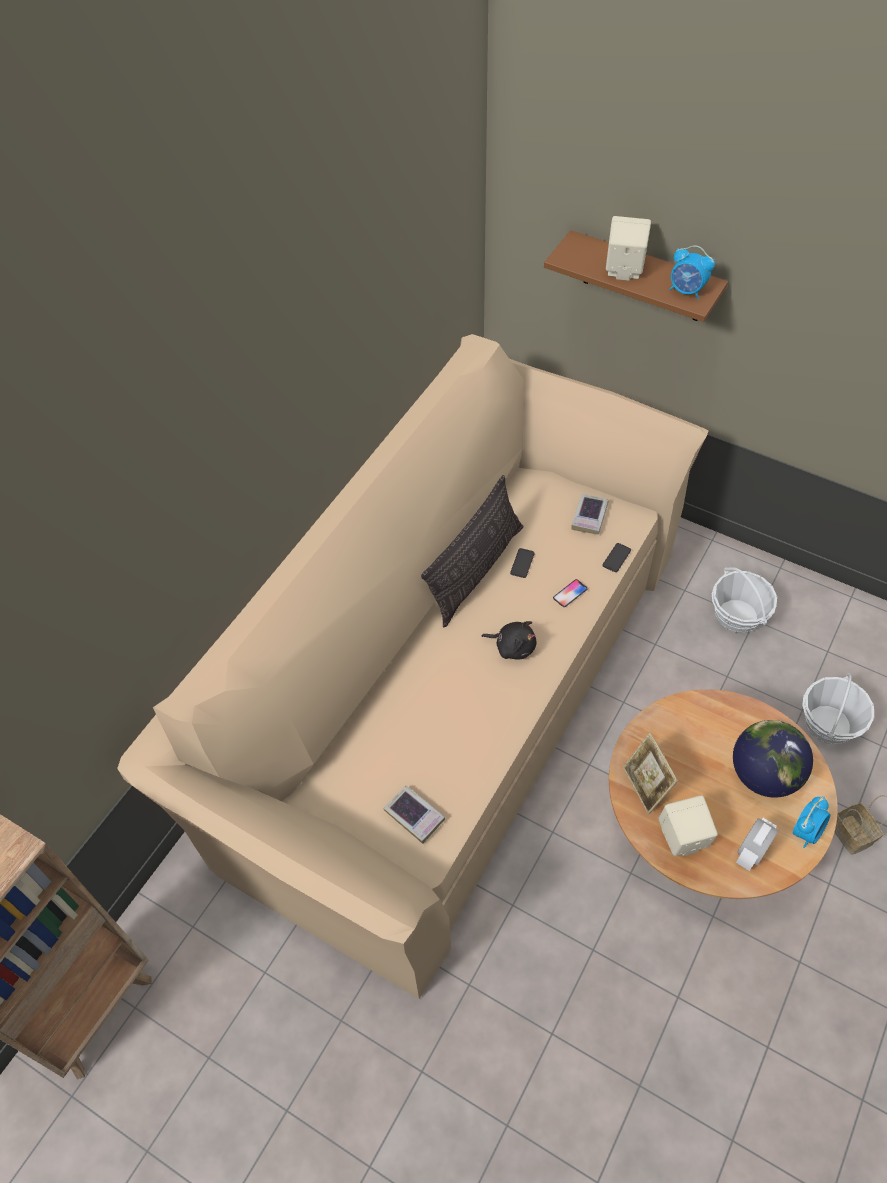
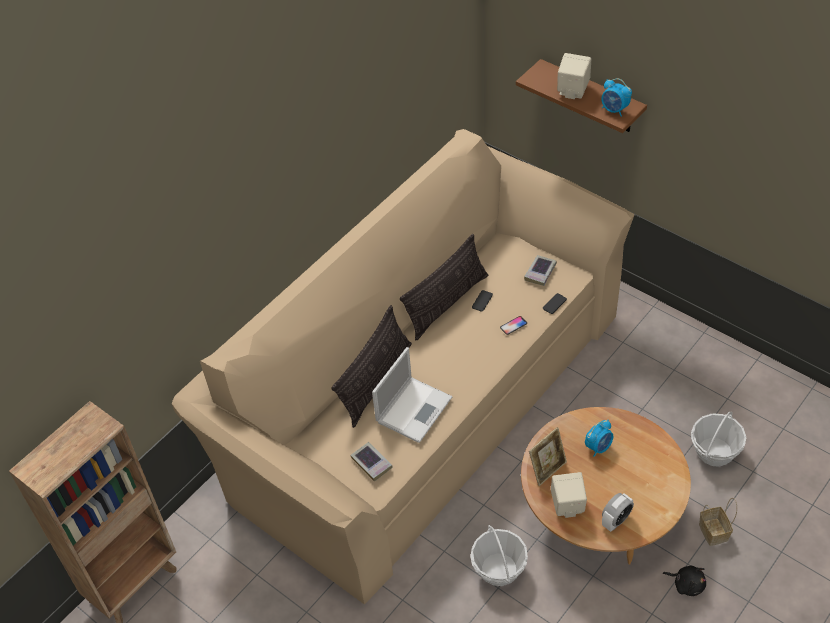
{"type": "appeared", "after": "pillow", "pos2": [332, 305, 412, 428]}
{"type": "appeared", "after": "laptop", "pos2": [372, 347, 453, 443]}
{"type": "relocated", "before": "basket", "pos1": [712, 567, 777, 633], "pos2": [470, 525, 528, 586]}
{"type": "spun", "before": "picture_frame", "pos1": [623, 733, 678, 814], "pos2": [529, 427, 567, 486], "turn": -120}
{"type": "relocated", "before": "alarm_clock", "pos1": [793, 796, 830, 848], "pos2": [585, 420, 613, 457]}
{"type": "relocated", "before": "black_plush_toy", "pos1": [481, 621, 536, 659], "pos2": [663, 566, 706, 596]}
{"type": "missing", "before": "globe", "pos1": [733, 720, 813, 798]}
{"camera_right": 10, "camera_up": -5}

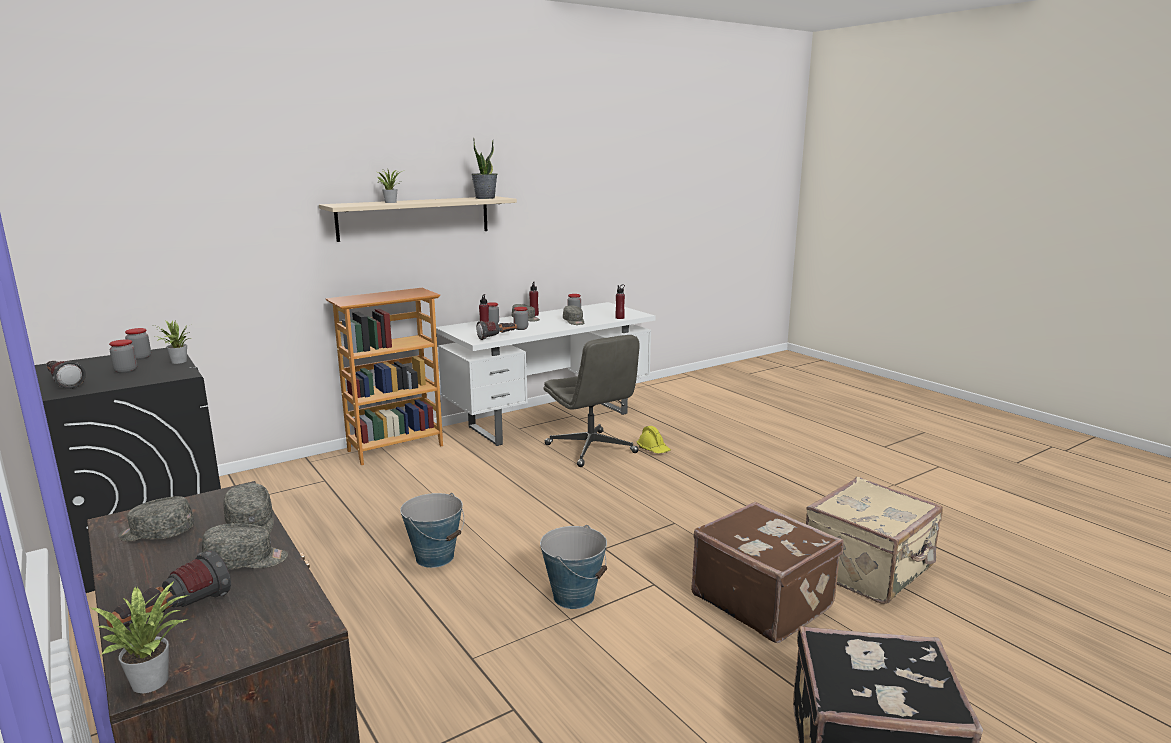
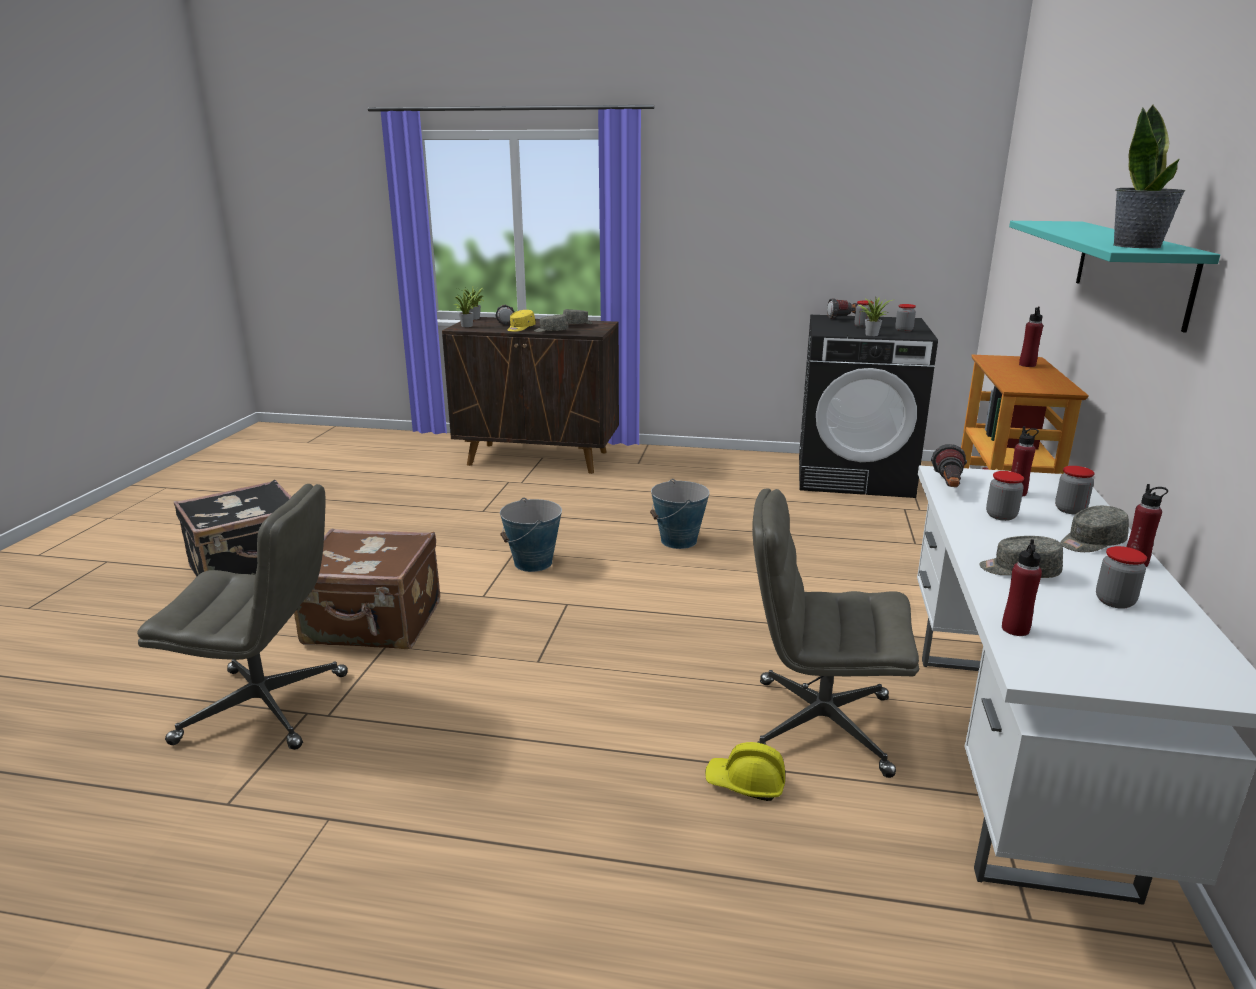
{"type": "exchanged", "before": "beige_suitcase", "after": "grey_office_chair", "pos1": [806, 477, 943, 604], "pos2": [137, 484, 348, 750]}
{"type": "relocated", "before": "potted_plant", "pos1": [375, 168, 402, 203], "pos2": [454, 291, 482, 327]}
{"type": "colour", "before": "grey_cap", "after": "yellow_cap", "pos1": [202, 523, 288, 570], "pos2": [507, 310, 536, 332]}
{"type": "colour", "before": "beige_shelf", "after": "turquoise_shelf", "pos1": [319, 196, 517, 242], "pos2": [1009, 221, 1220, 333]}
{"type": "appeared", "after": "red_bottle", "pos2": [1019, 307, 1043, 367]}
{"camera_right": 135, "camera_up": 5}

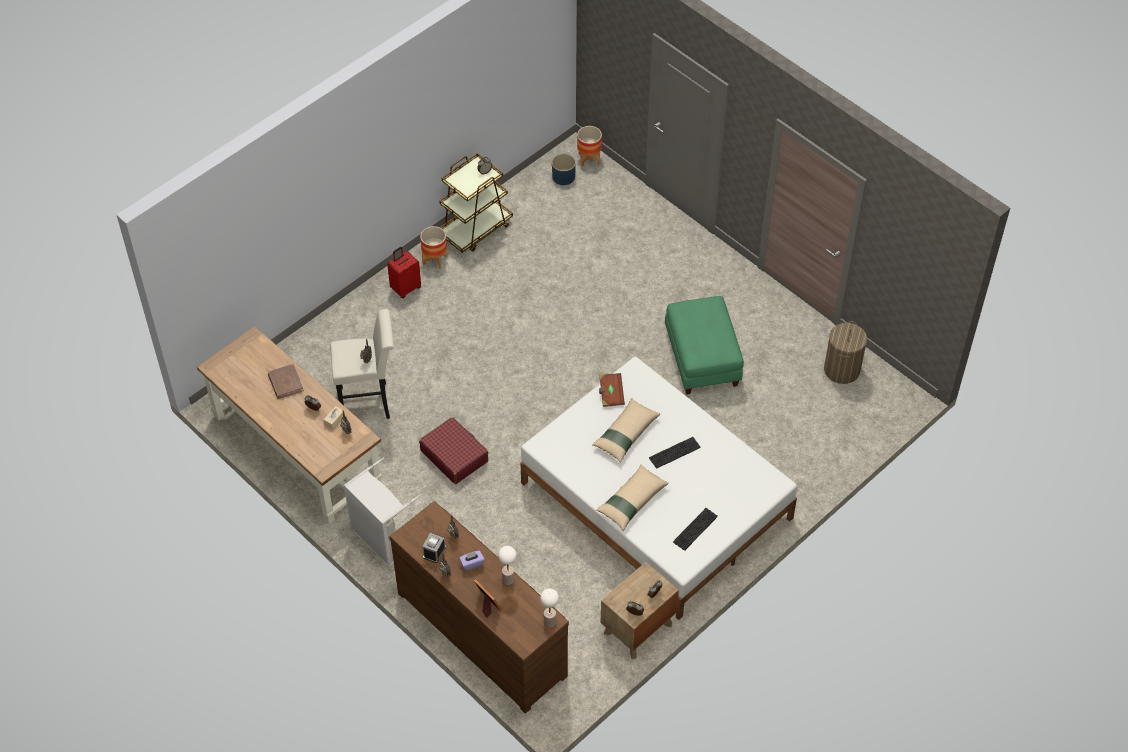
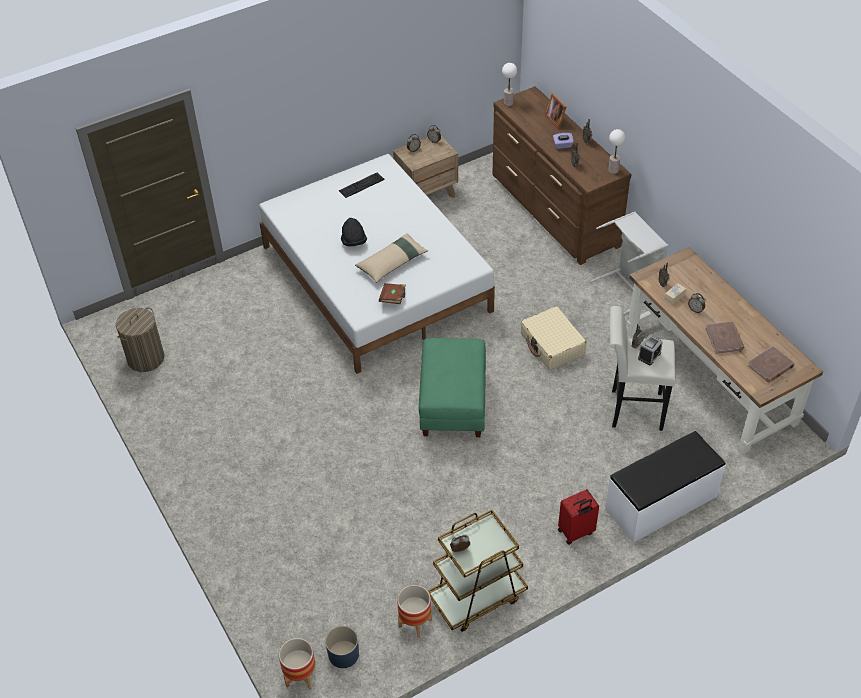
{"type": "exchanged", "before": "keyboard", "after": "black_hat", "pos1": [649, 437, 701, 469], "pos2": [341, 218, 367, 246]}
{"type": "relocated", "before": "planter", "pos1": [420, 226, 447, 269], "pos2": [397, 585, 432, 638]}
{"type": "relocated", "before": "green_ottoman", "pos1": [665, 296, 744, 394], "pos2": [419, 338, 486, 437]}
{"type": "colour", "before": "red_suitcase", "after": "beige_suitcase", "pos1": [419, 417, 488, 484], "pos2": [521, 306, 587, 370]}
{"type": "appeared", "after": "white_bench", "pos2": [605, 431, 726, 543]}
{"type": "relocated", "before": "table_lamp", "pos1": [498, 546, 517, 585], "pos2": [608, 129, 626, 174]}
{"type": "relocated", "before": "alarm_clock", "pos1": [422, 533, 446, 563], "pos2": [638, 335, 663, 365]}
{"type": "appeared", "after": "brown_book", "pos2": [748, 346, 794, 383]}
{"type": "missing", "before": "beige_pillow", "pos1": [596, 464, 669, 531]}
{"camera_right": -165, "camera_up": -5}

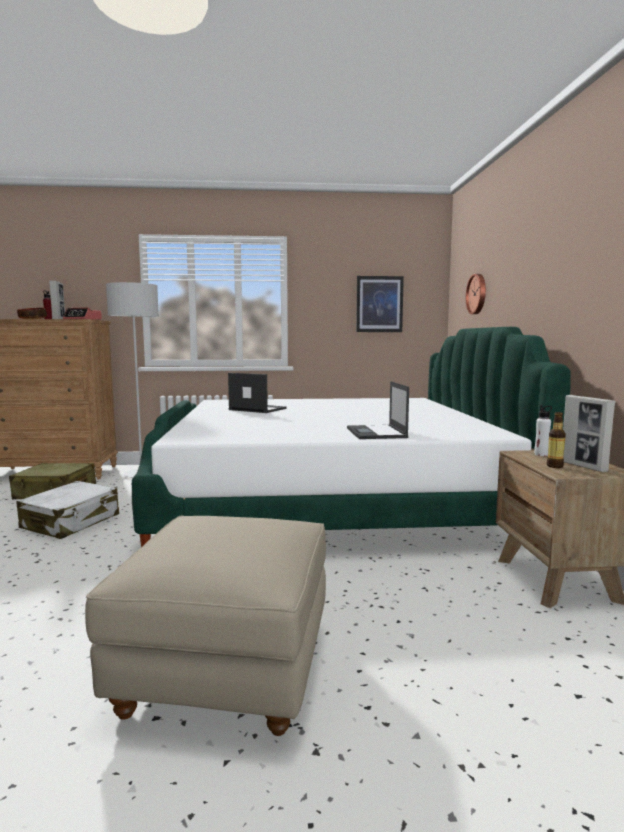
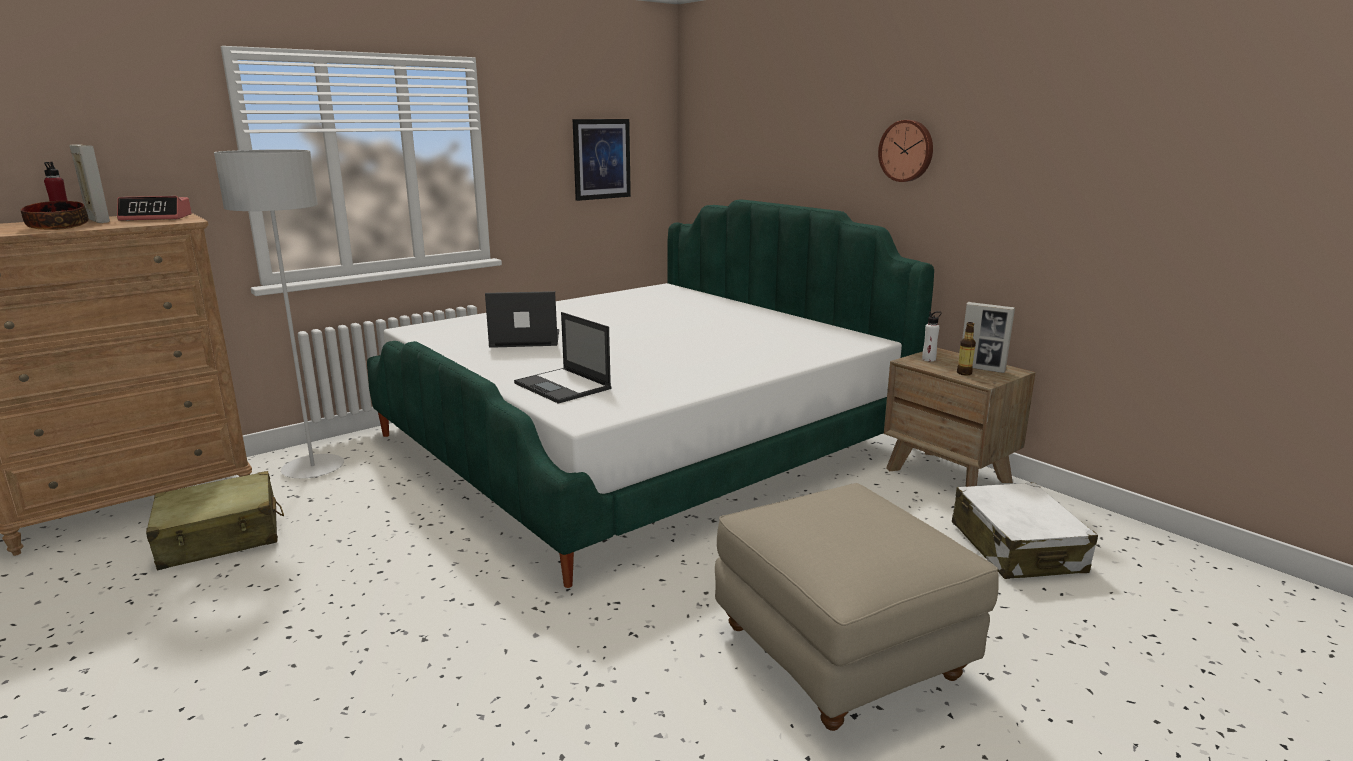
{"type": "relocated", "before": "laptop", "pos1": [347, 381, 409, 439], "pos2": [514, 312, 612, 404]}
{"type": "relocated", "before": "wall_clock", "pos1": [466, 274, 486, 314], "pos2": [878, 120, 933, 182]}
{"type": "relocated", "before": "white_suitcase", "pos1": [16, 481, 119, 539], "pos2": [952, 482, 1098, 579]}
{"camera_right": -35, "camera_up": 10}

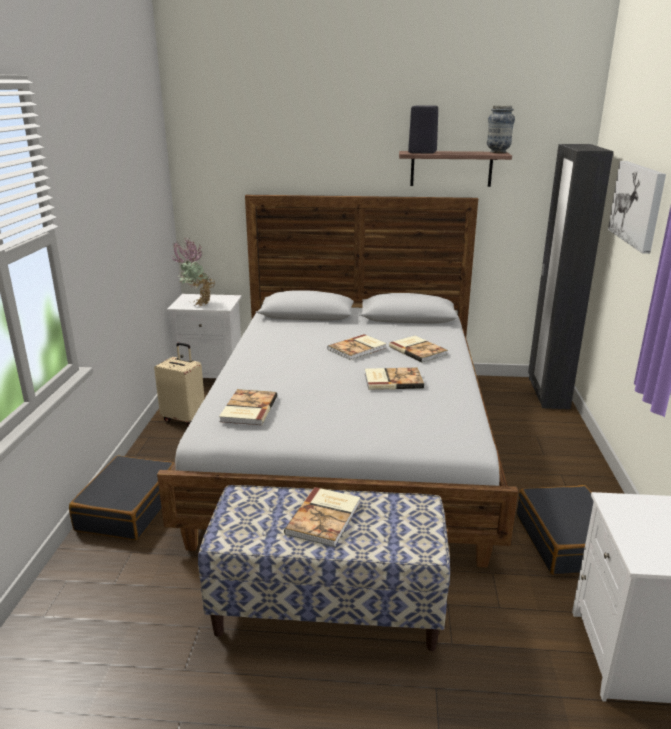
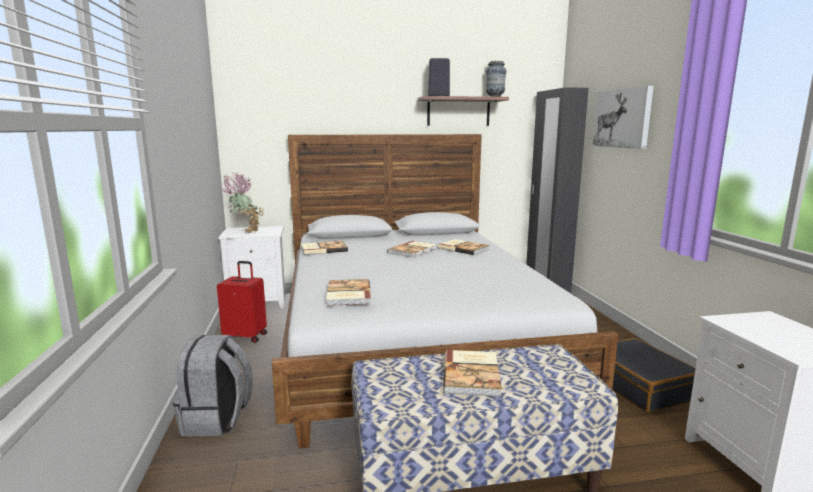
{"type": "exchanged", "before": "black_suitcase", "after": "grey_backpack", "pos1": [69, 456, 174, 540], "pos2": [173, 335, 253, 436]}
{"type": "colour", "before": "beige_suitcase", "after": "red_suitcase", "pos1": [154, 343, 205, 426], "pos2": [217, 261, 267, 343]}
{"type": "relocated", "before": "book", "pos1": [365, 367, 424, 390], "pos2": [301, 241, 348, 255]}
{"camera_right": -15, "camera_up": -10}

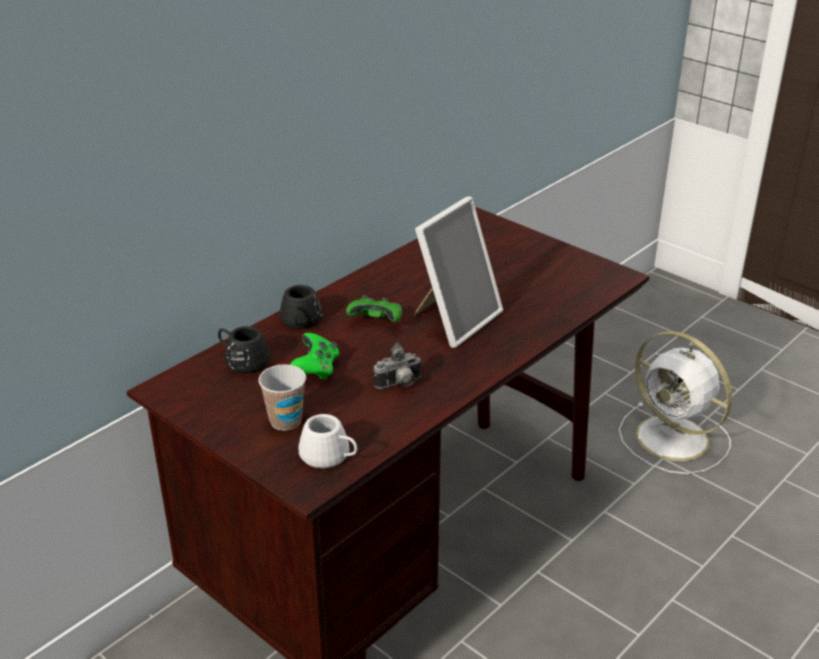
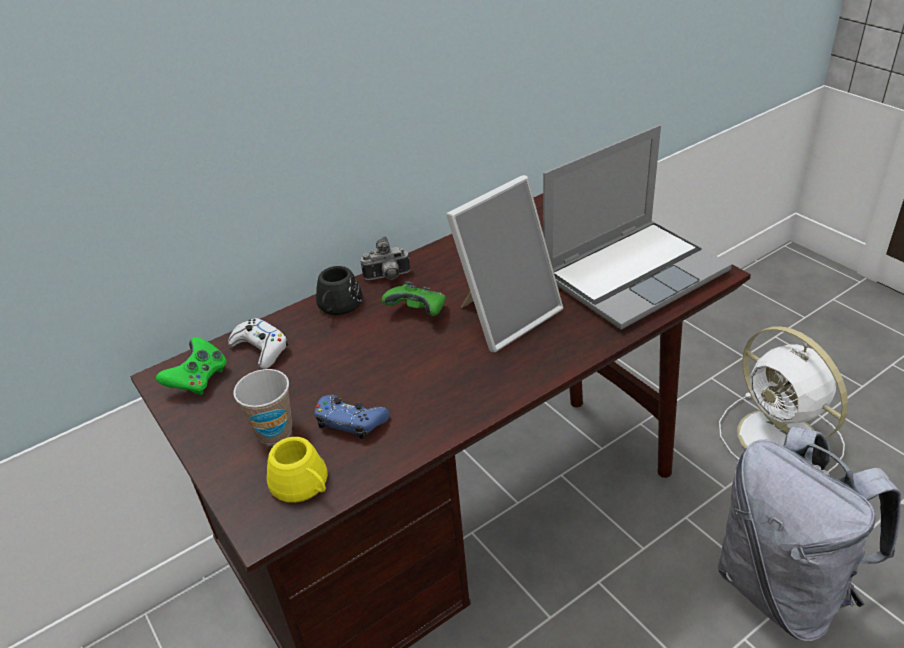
{"type": "relocated", "before": "green_game_controller", "pos1": [290, 333, 339, 380], "pos2": [156, 337, 227, 395]}
{"type": "exchanged", "before": "black_mug", "after": "white_game_controller", "pos1": [218, 326, 270, 373], "pos2": [228, 318, 288, 369]}
{"type": "colour", "before": "white_mug", "after": "yellow_mug", "pos1": [299, 414, 357, 468], "pos2": [267, 437, 328, 503]}
{"type": "appeared", "after": "blue_game_controller", "pos2": [314, 395, 390, 439]}
{"type": "relocated", "before": "photo_camera", "pos1": [374, 342, 422, 389], "pos2": [360, 236, 411, 280]}
{"type": "appeared", "after": "laptop", "pos2": [543, 125, 732, 330]}
{"type": "appeared", "after": "grey_backpack", "pos2": [718, 426, 901, 641]}
{"camera_right": 15, "camera_up": 5}

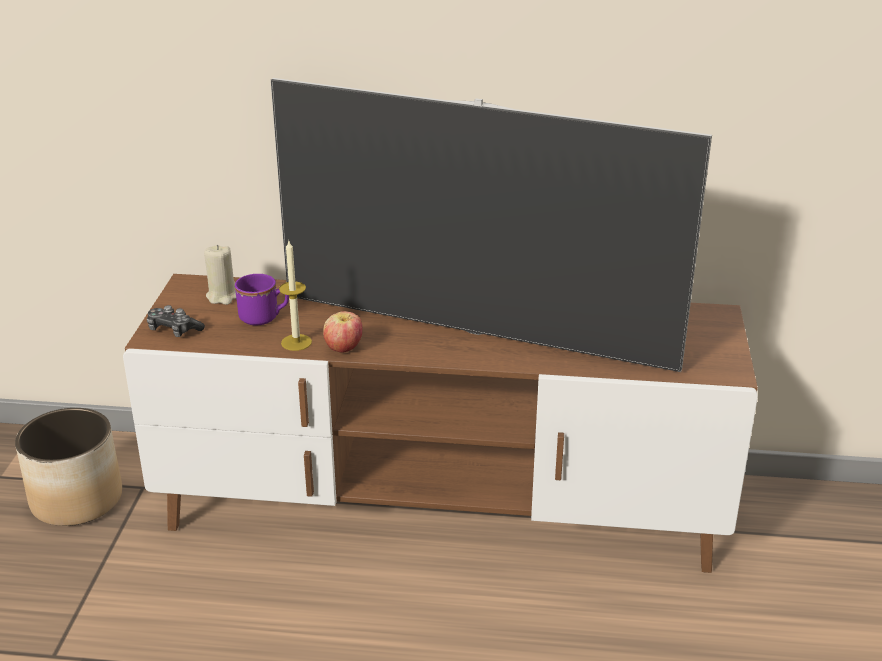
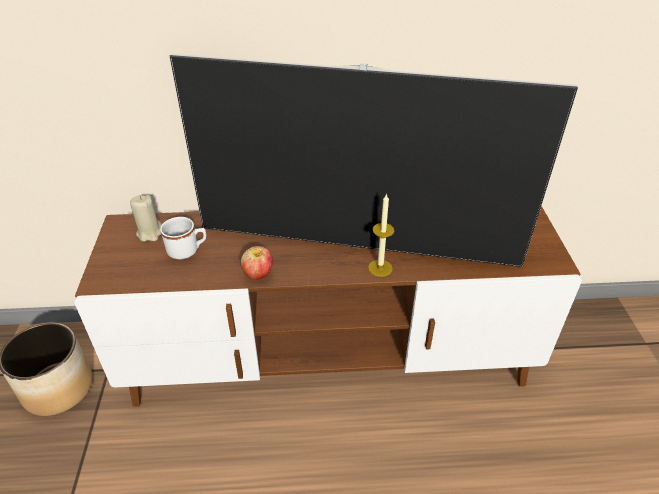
{"type": "colour", "before": "purple_mug", "after": "white_mug", "pos1": [235, 274, 289, 325], "pos2": [160, 217, 206, 259]}
{"type": "relocated", "before": "candle", "pos1": [279, 241, 312, 351], "pos2": [368, 193, 395, 277]}
{"type": "missing", "before": "game_controller", "pos1": [147, 305, 205, 337]}
{"camera_right": -10, "camera_up": 10}

